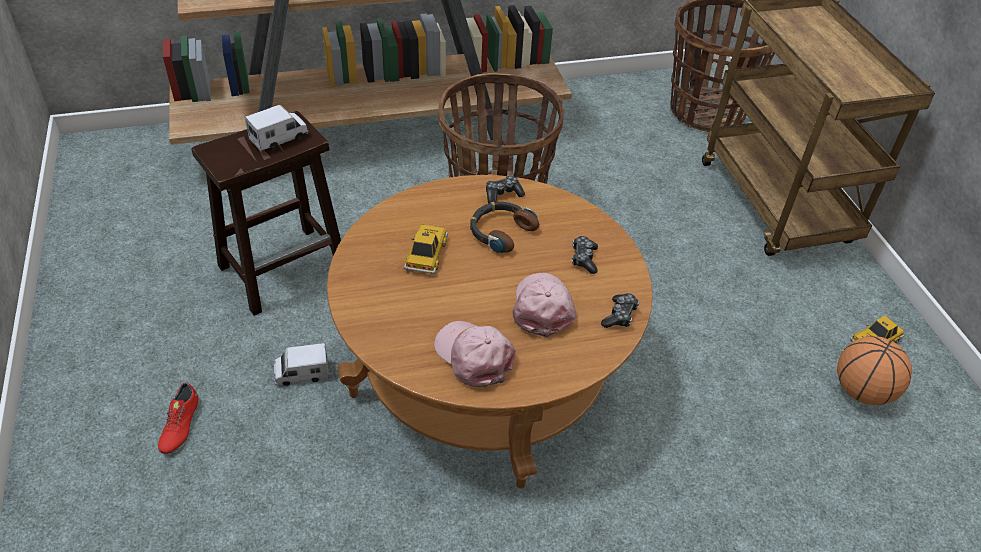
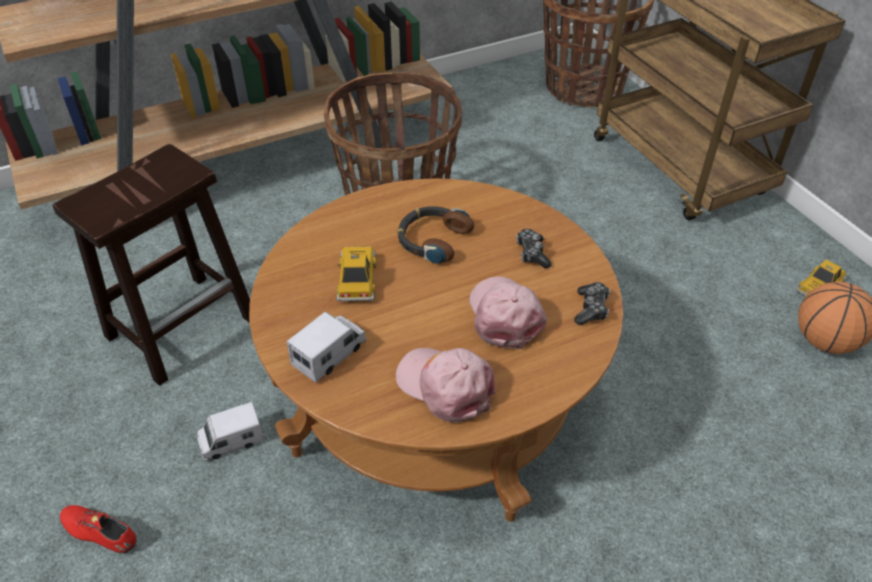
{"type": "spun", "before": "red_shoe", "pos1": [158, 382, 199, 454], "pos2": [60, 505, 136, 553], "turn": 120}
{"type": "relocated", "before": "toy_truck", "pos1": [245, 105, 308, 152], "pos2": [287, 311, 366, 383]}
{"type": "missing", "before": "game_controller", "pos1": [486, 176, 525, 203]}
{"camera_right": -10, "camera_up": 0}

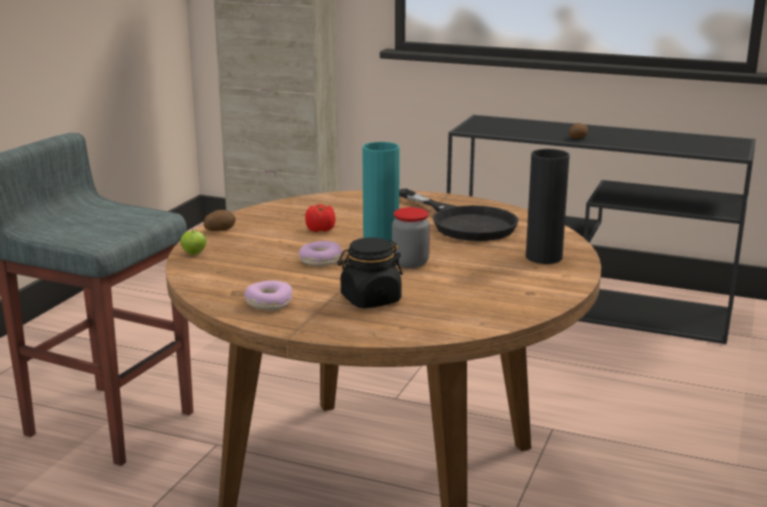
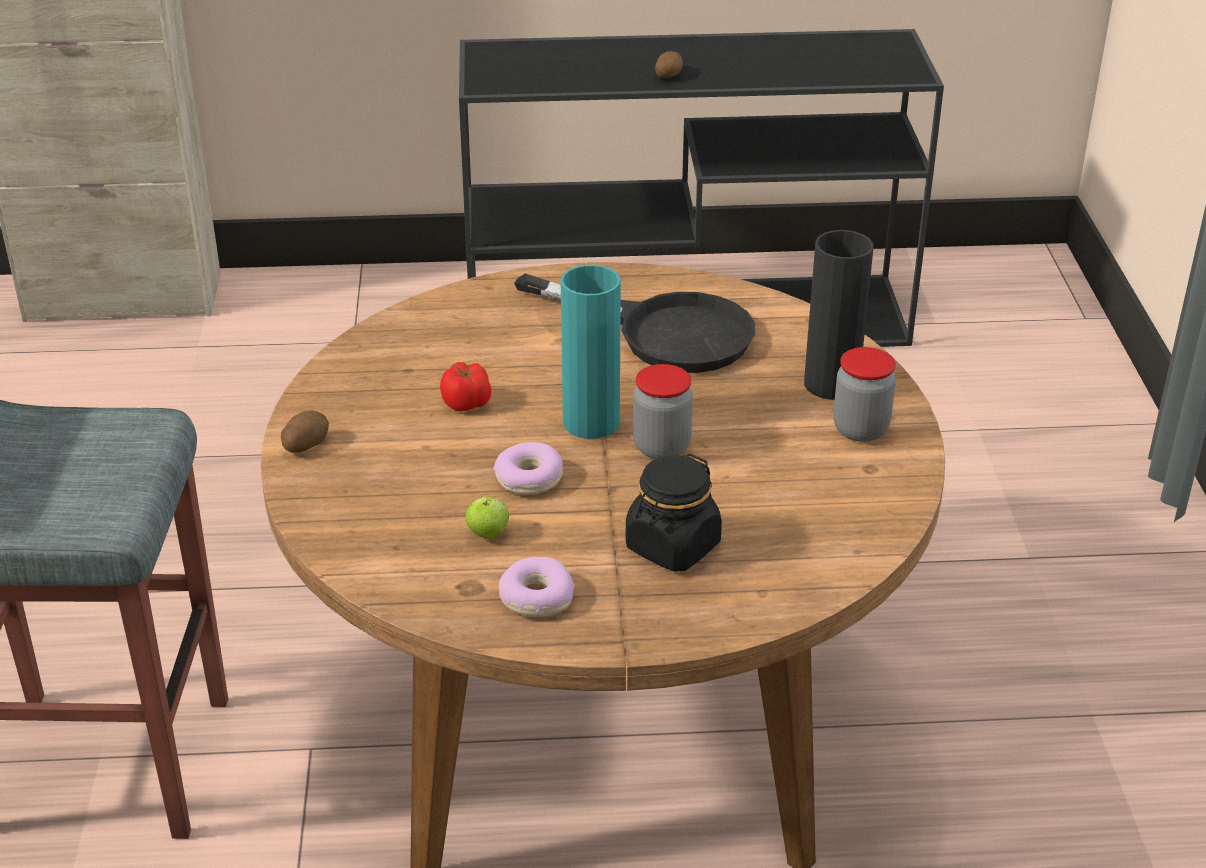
{"type": "relocated", "before": "apple", "pos1": [181, 229, 206, 255], "pos2": [465, 496, 510, 539]}
{"type": "appeared", "after": "jar", "pos2": [833, 347, 896, 442]}
{"camera_right": -25, "camera_up": 15}

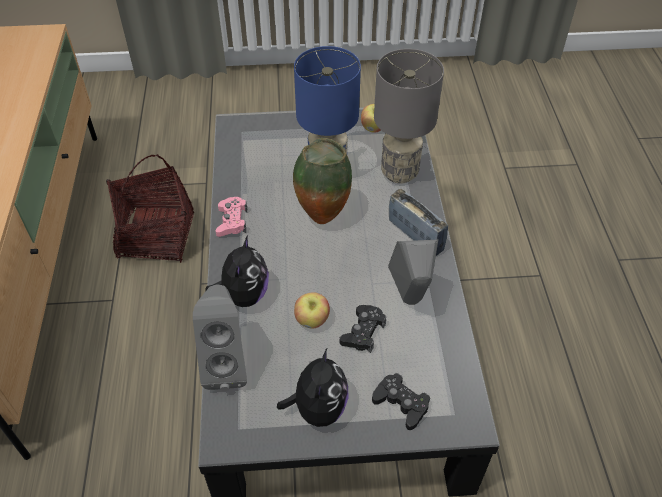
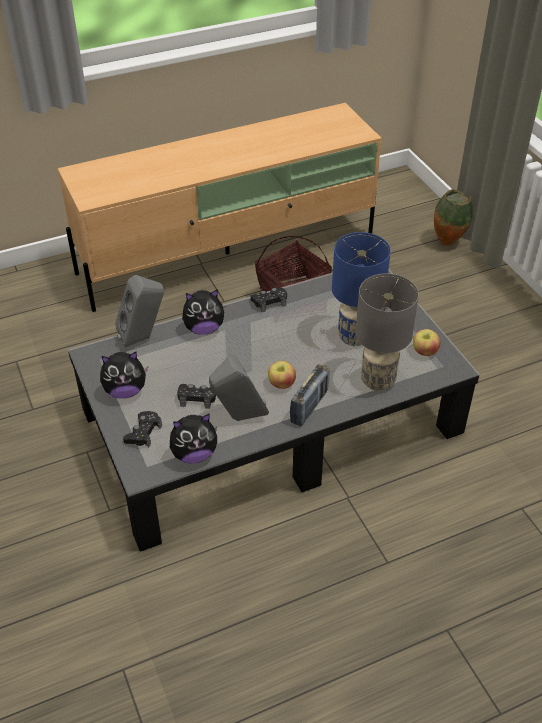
{"type": "appeared", "after": "plush_toy", "pos2": [170, 413, 217, 464]}
{"type": "colour", "before": "pink_game_controller", "after": "black_game_controller", "pos1": [216, 197, 247, 237], "pos2": [251, 287, 287, 312]}
{"type": "relocated", "before": "apple", "pos1": [294, 292, 330, 329], "pos2": [268, 361, 296, 389]}
{"type": "relocated", "before": "vase", "pos1": [293, 138, 352, 224], "pos2": [434, 189, 473, 246]}
{"camera_right": 70, "camera_up": -5}

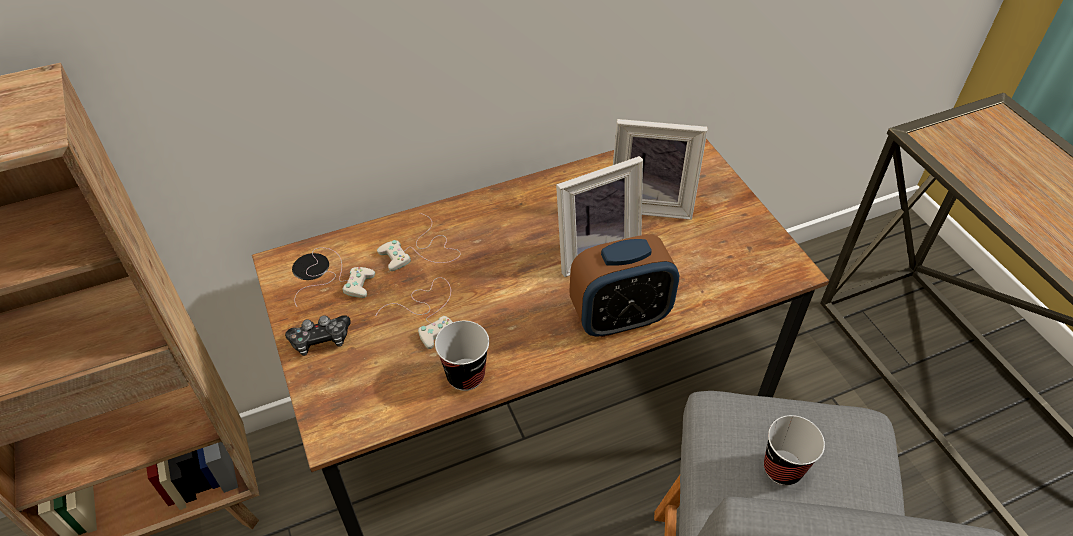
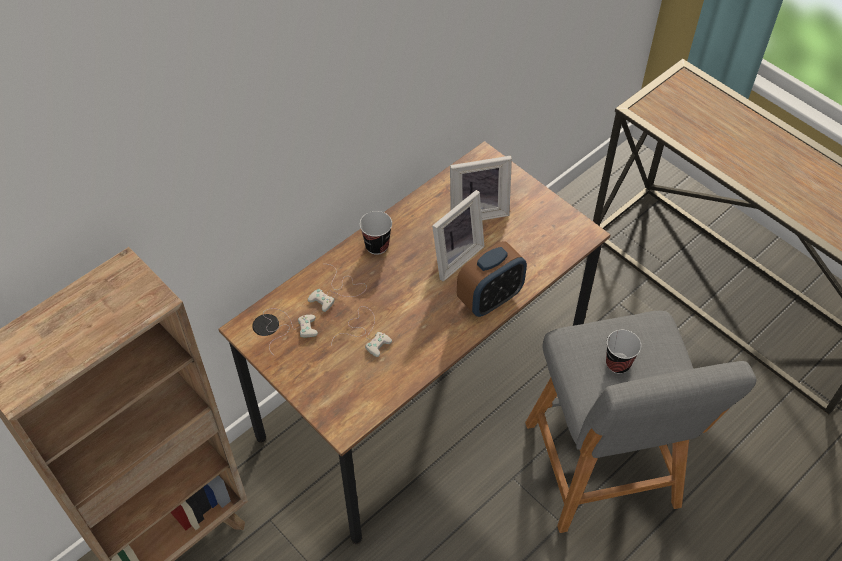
{"type": "relocated", "before": "cup", "pos1": [435, 321, 489, 391], "pos2": [360, 211, 392, 255]}
{"type": "missing", "before": "game_controller", "pos1": [285, 315, 351, 356]}
{"camera_right": -20, "camera_up": 5}

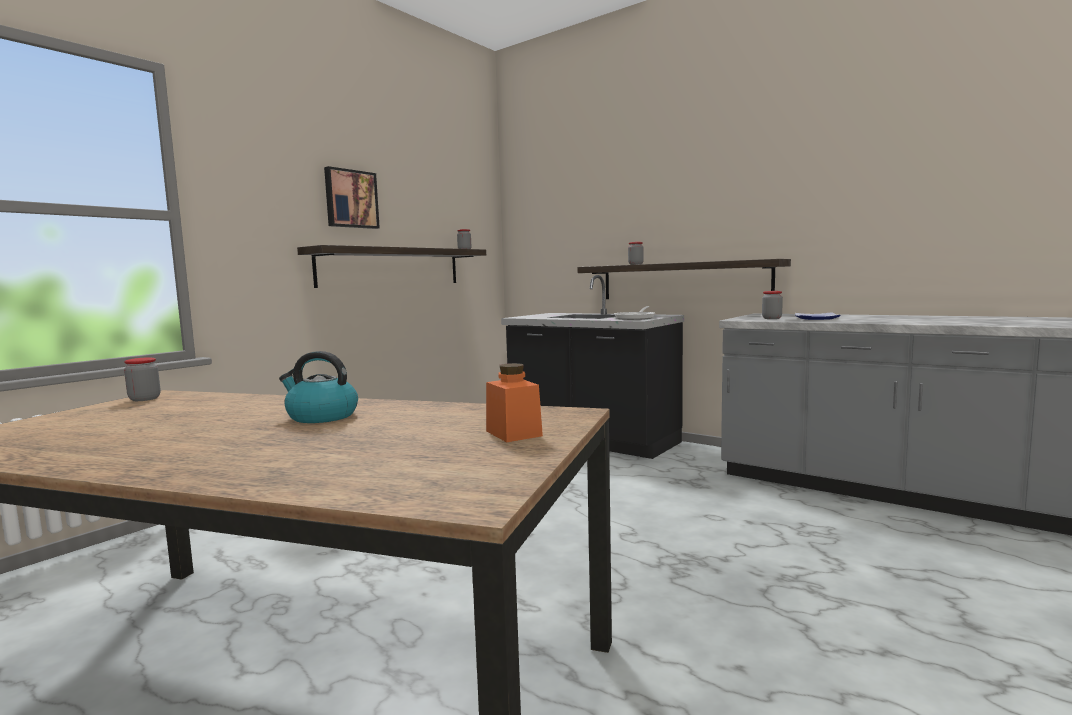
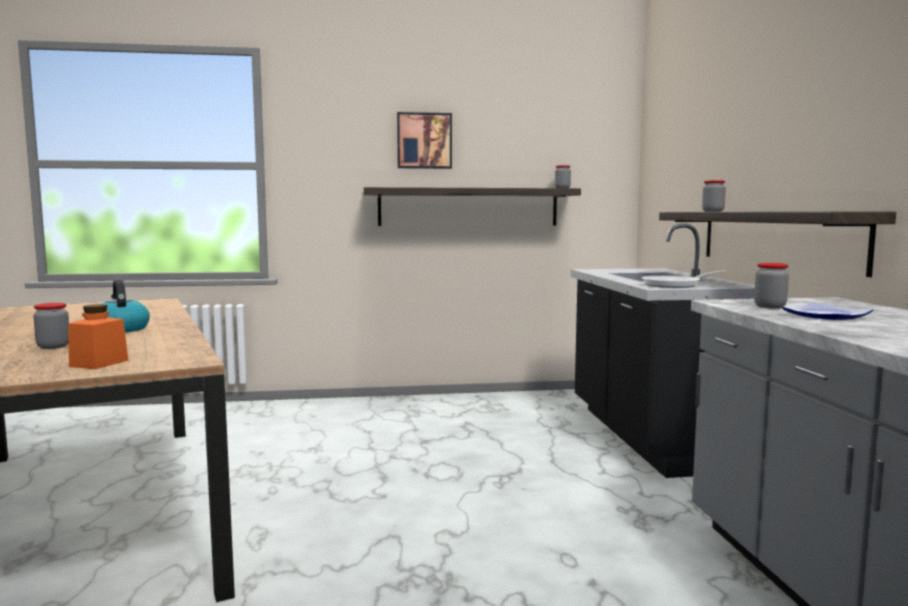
{"type": "relocated", "before": "jar", "pos1": [124, 358, 161, 401], "pos2": [33, 303, 69, 349]}
{"camera_right": 45, "camera_up": 0}

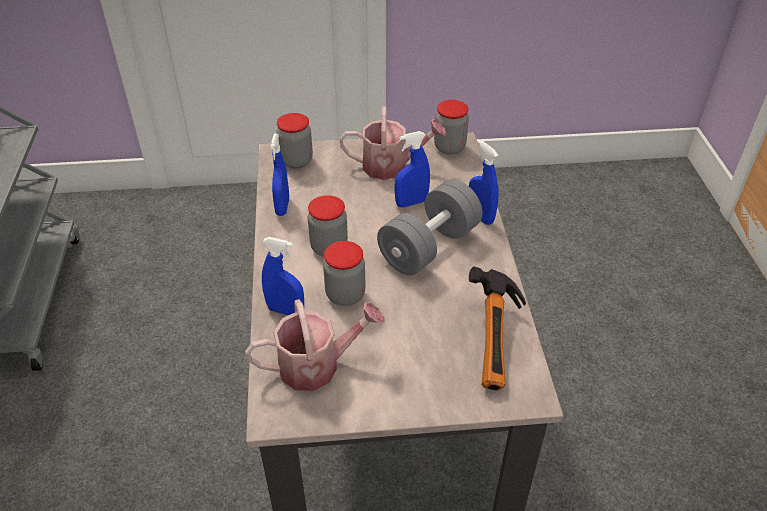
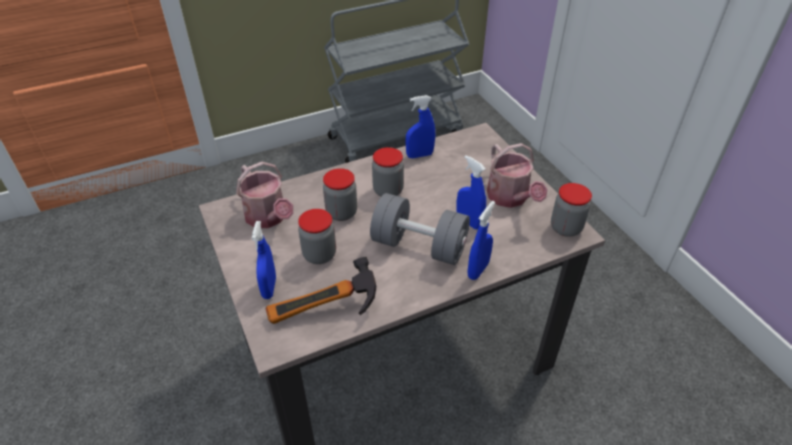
{"type": "relocated", "before": "blue_spray_bottle", "pos1": [262, 237, 304, 315], "pos2": [252, 221, 276, 299]}
{"type": "relocated", "before": "jar", "pos1": [277, 113, 313, 169], "pos2": [298, 209, 336, 264]}
{"camera_right": 70, "camera_up": 0}

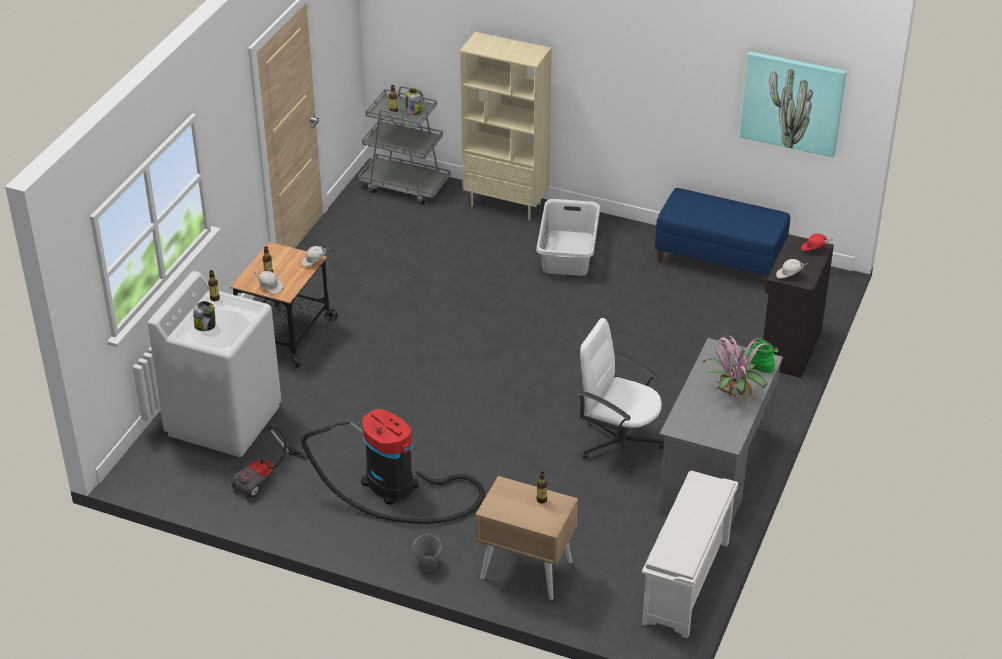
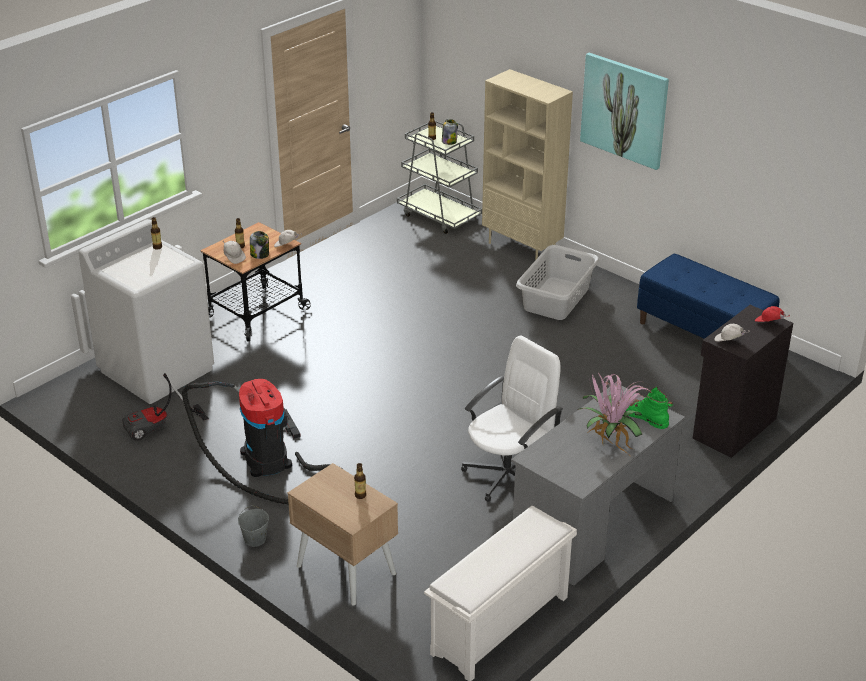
{"type": "relocated", "before": "jar", "pos1": [193, 301, 215, 331], "pos2": [250, 231, 269, 259]}
{"type": "spun", "before": "white_office_chair", "pos1": [579, 318, 664, 473], "pos2": [461, 336, 563, 502], "turn": 90}
{"type": "relocated", "before": "picture", "pos1": [740, 51, 846, 157], "pos2": [580, 53, 669, 170]}
{"camera_right": 20, "camera_up": -5}

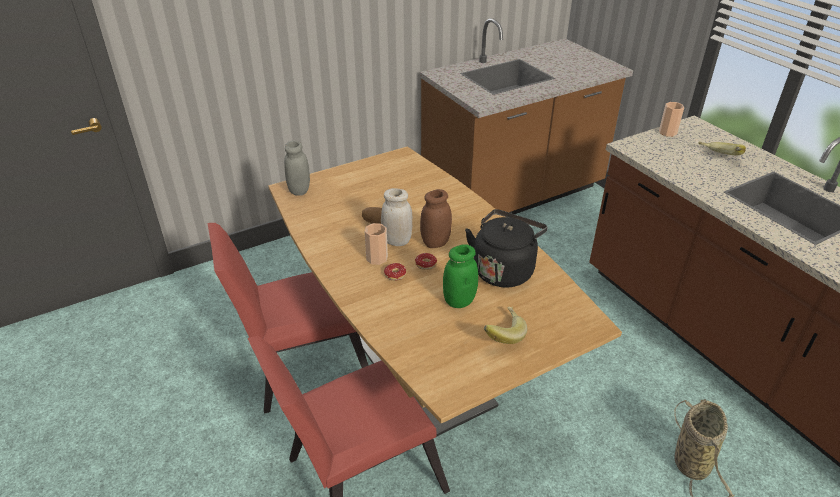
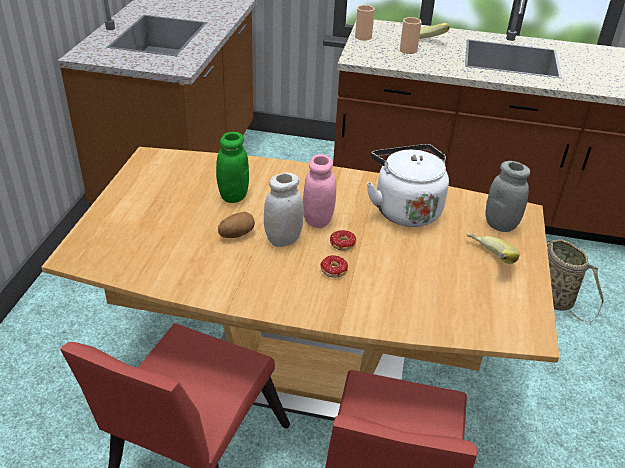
{"type": "relocated", "before": "green_jar", "pos1": [443, 244, 478, 308], "pos2": [216, 132, 249, 203]}
{"type": "colour", "before": "brown_jar", "after": "pink_jar", "pos1": [420, 189, 452, 248], "pos2": [303, 154, 336, 228]}
{"type": "colour", "before": "black_kettle", "after": "white_kettle", "pos1": [465, 209, 548, 287], "pos2": [367, 144, 449, 227]}
{"type": "relocated", "before": "cup", "pos1": [365, 223, 388, 265], "pos2": [400, 17, 421, 54]}
{"type": "relocated", "before": "grey_jar", "pos1": [284, 140, 310, 195], "pos2": [485, 161, 530, 232]}
{"camera_right": -50, "camera_up": 0}

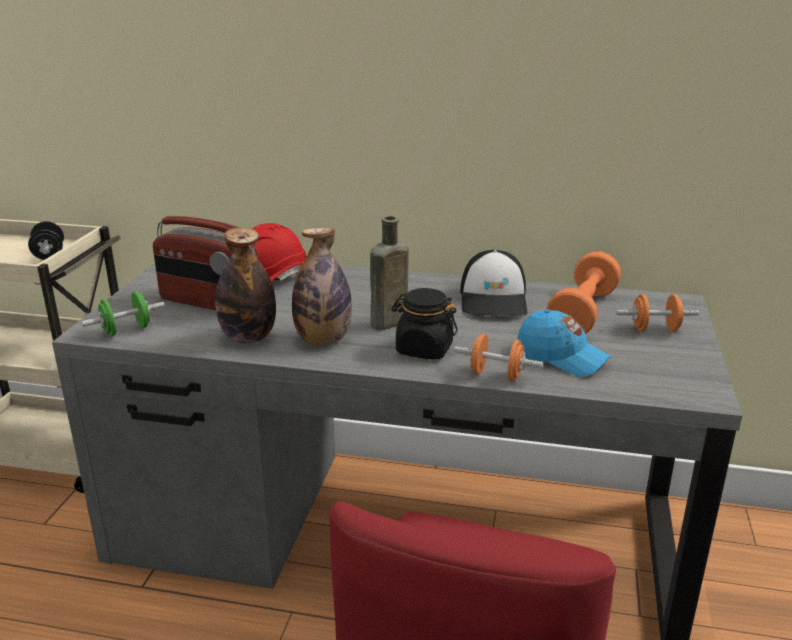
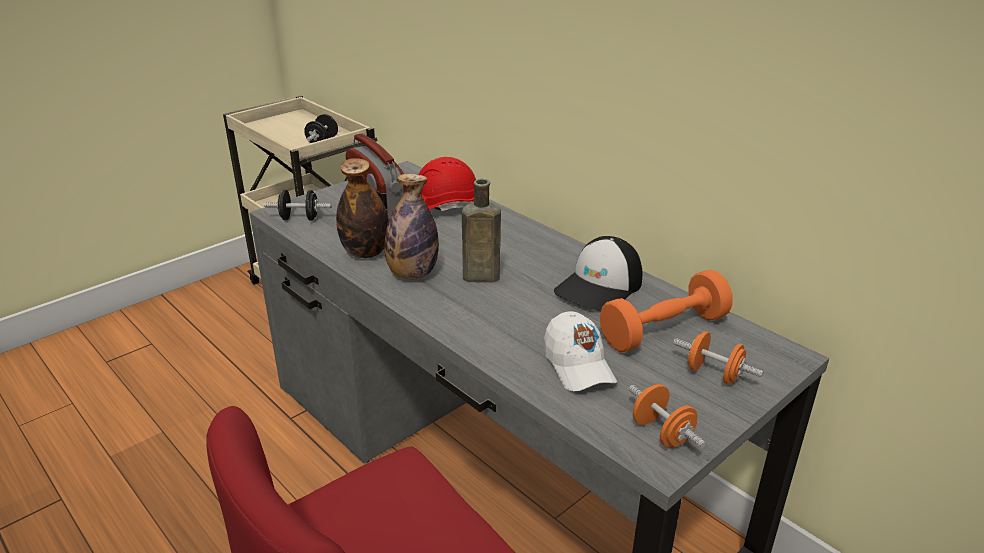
{"type": "colour", "before": "green_dumbbell", "after": "black_dumbbell", "pos1": [82, 292, 165, 336], "pos2": [264, 190, 331, 221]}
{"type": "colour", "before": "blue_cap", "after": "white_cap", "pos1": [517, 309, 612, 377], "pos2": [544, 311, 617, 392]}
{"type": "relocated", "before": "orange_dumbbell", "pos1": [454, 334, 543, 381], "pos2": [629, 384, 706, 448]}
{"type": "missing", "before": "black_jar", "pos1": [392, 288, 458, 359]}
{"camera_right": 35, "camera_up": 5}

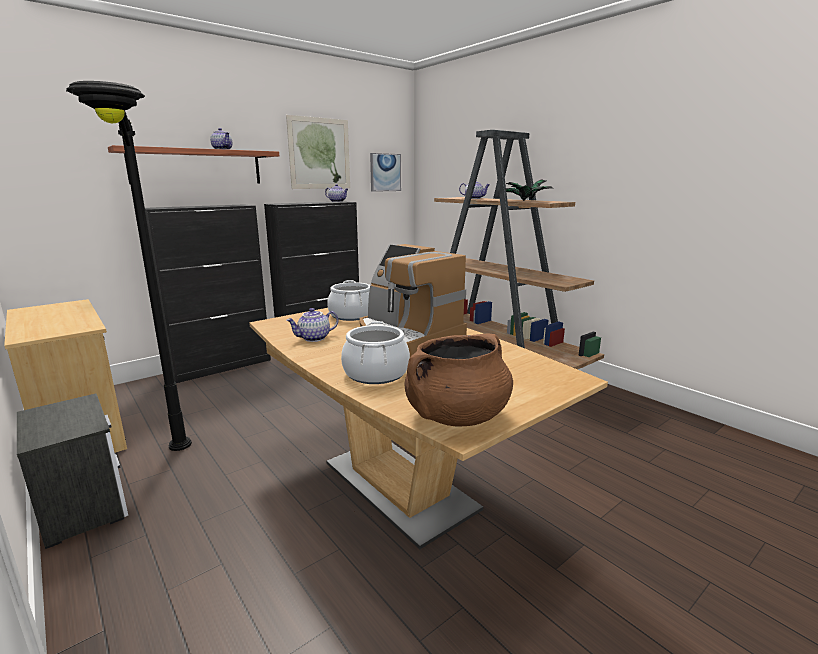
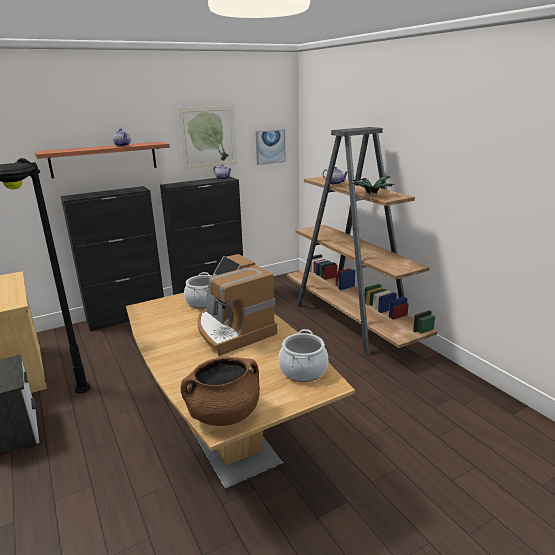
{"type": "relocated", "before": "cooking_pot", "pos1": [341, 321, 410, 384], "pos2": [278, 329, 328, 382]}
{"type": "missing", "before": "teapot", "pos1": [286, 308, 338, 342]}
{"camera_right": 10, "camera_up": 5}

